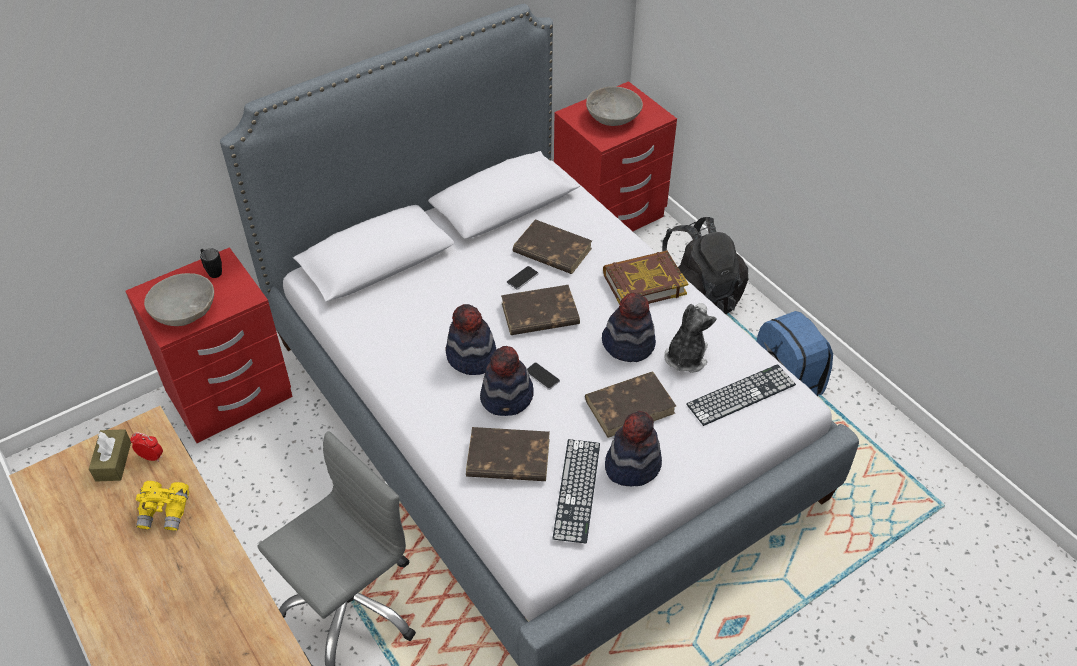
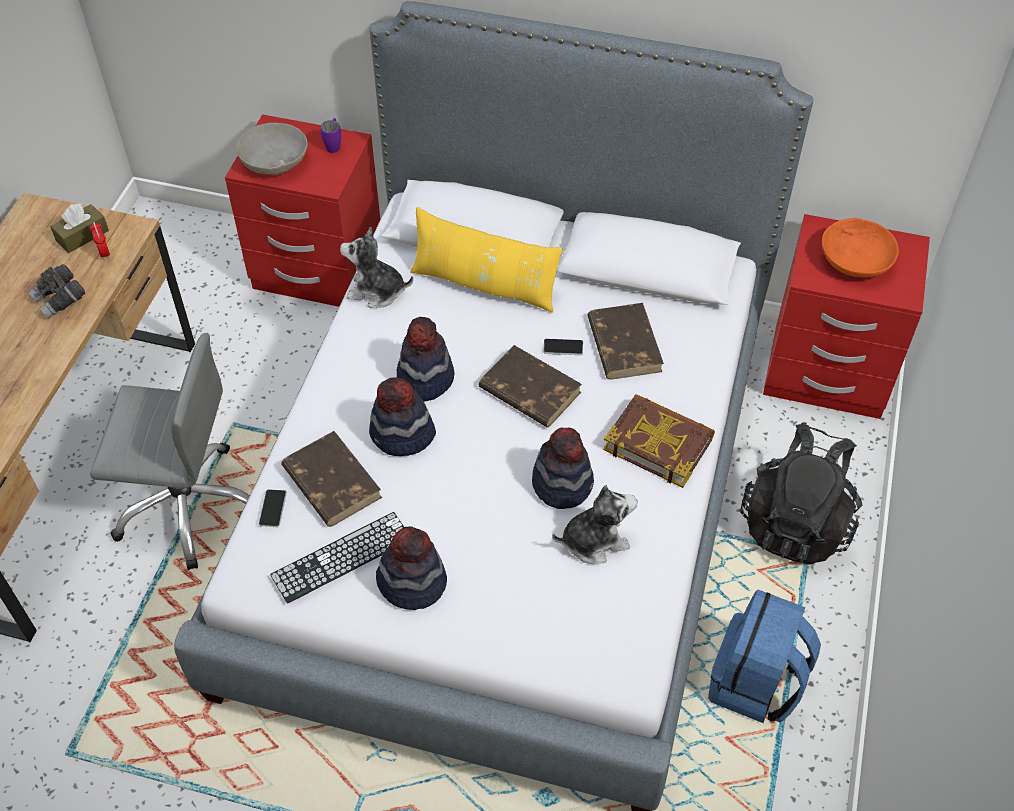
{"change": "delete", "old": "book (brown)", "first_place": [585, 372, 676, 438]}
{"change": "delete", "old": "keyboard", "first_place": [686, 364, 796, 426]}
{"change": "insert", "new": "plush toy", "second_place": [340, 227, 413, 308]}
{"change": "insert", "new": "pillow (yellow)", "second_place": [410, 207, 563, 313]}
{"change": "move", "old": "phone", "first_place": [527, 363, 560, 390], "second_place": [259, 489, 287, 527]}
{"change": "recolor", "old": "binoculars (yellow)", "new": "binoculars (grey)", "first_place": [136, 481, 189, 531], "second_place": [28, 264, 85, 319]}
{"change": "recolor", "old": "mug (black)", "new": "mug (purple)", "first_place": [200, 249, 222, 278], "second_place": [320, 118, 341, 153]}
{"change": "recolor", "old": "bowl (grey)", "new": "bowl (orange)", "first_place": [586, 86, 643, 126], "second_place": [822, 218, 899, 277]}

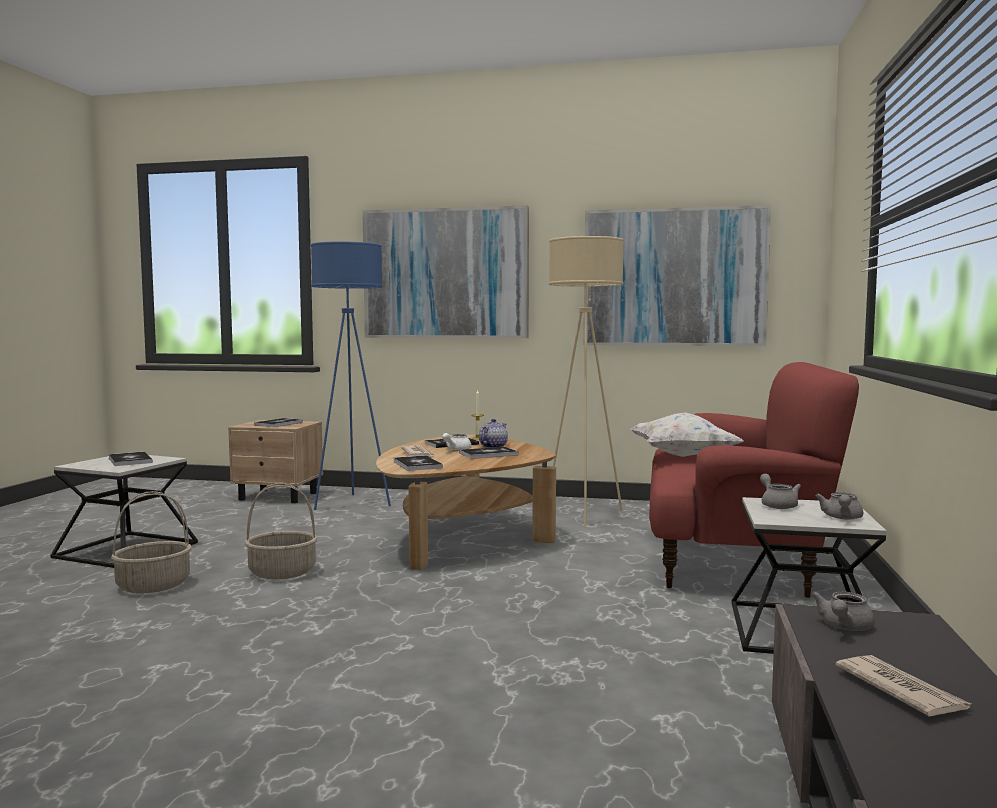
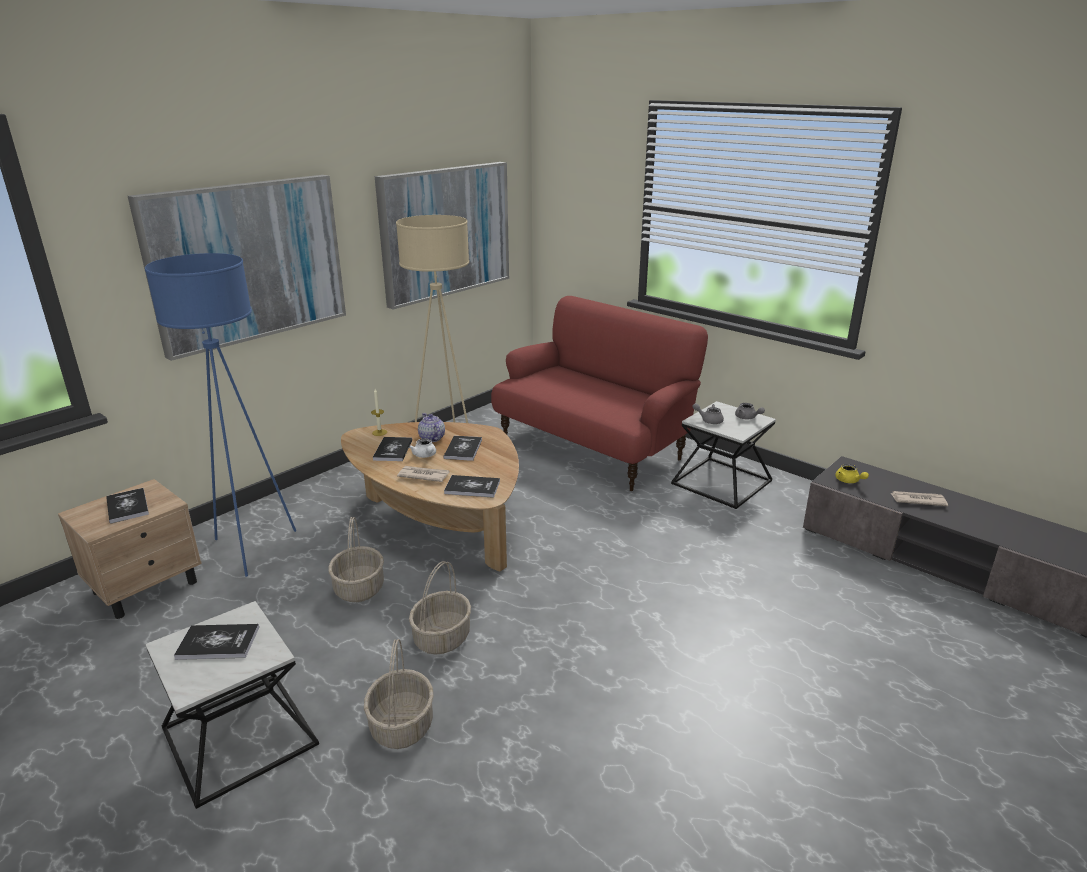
{"change": "delete", "old": "pillow (white)", "first_place": [630, 412, 744, 457]}
{"change": "insert", "new": "basket", "second_place": [328, 517, 384, 602]}
{"change": "recolor", "old": "teapot (grey)", "new": "teapot (yellow)", "first_place": [811, 592, 875, 631], "second_place": [835, 464, 869, 483]}

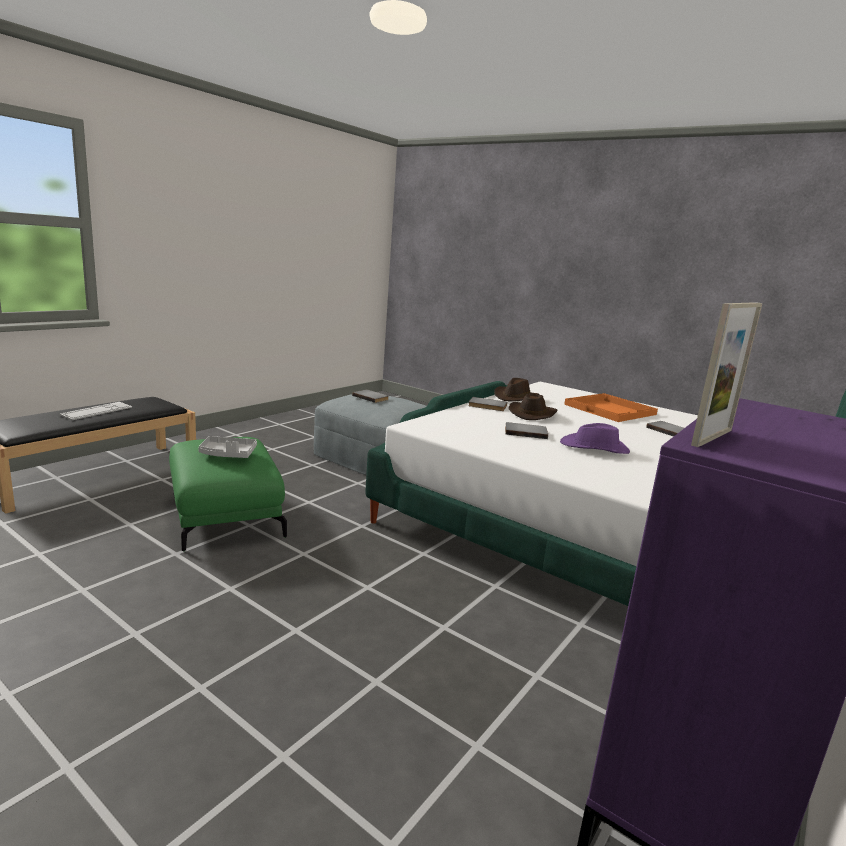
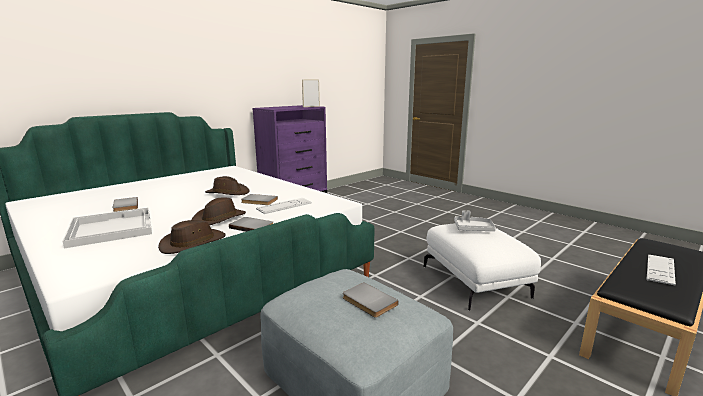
{"change": "insert", "new": "keyboard", "second_place": [256, 198, 312, 214]}
{"change": "recolor", "old": "ottoman (green)", "new": "ottoman (white)", "first_place": [169, 437, 287, 552], "second_place": [424, 223, 541, 311]}
{"change": "recolor", "old": "hat (purple)", "new": "hat (brown)", "first_place": [560, 423, 630, 454], "second_place": [205, 176, 250, 195]}
{"change": "recolor", "old": "tray (orange)", "new": "tray (white)", "first_place": [564, 393, 658, 422], "second_place": [62, 208, 152, 248]}

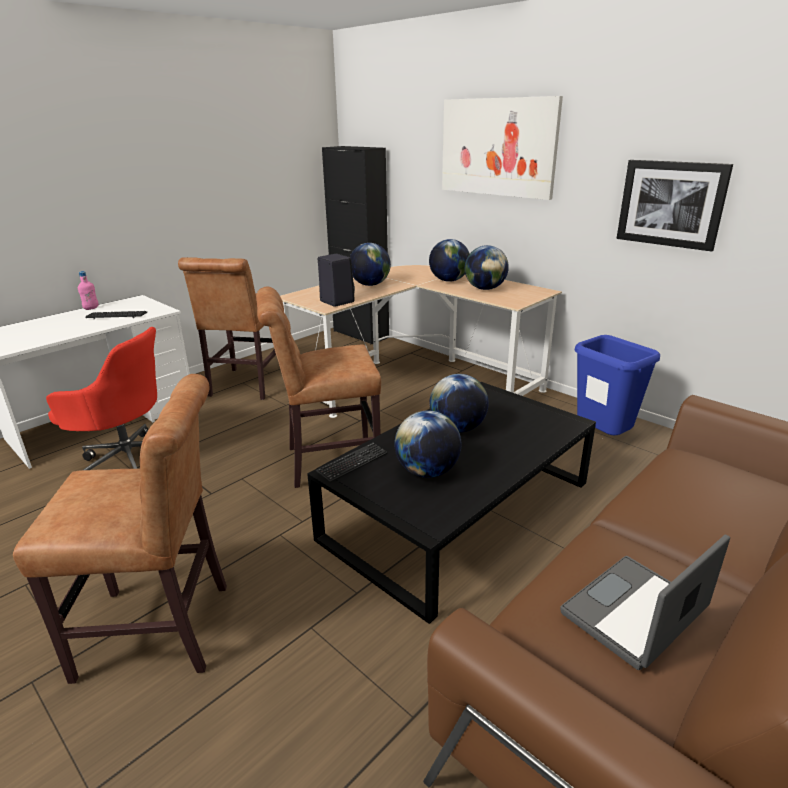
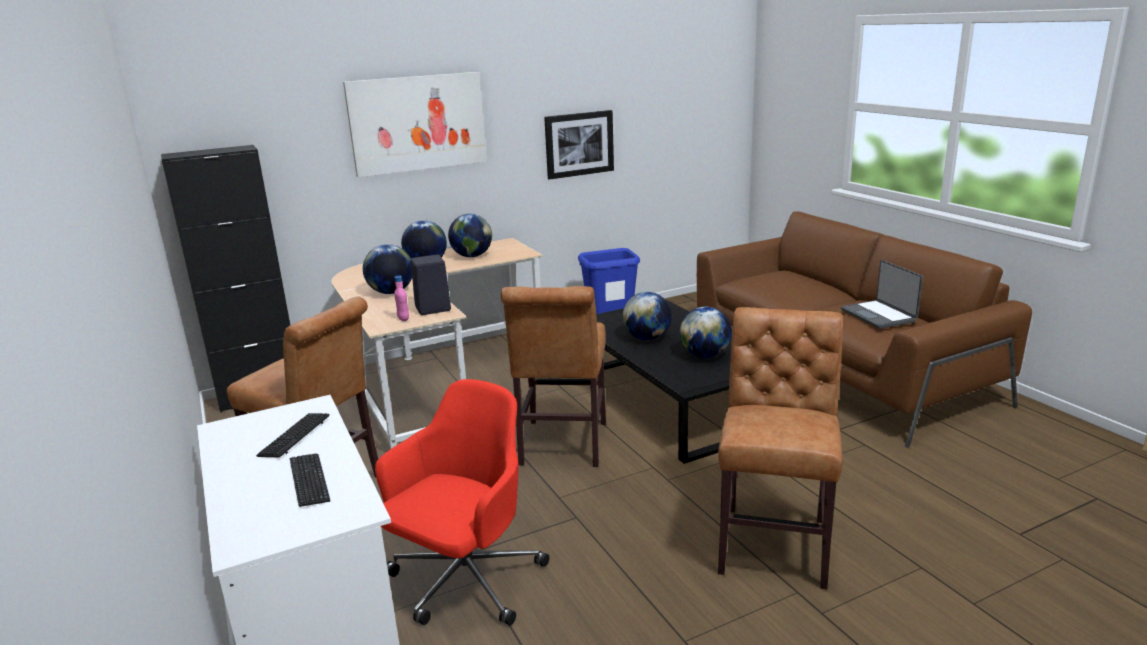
{"change": "move", "old": "bottle (pink)", "first_place": [78, 271, 99, 310], "second_place": [394, 275, 409, 321]}
{"change": "move", "old": "keyboard", "first_place": [316, 443, 388, 483], "second_place": [290, 453, 330, 507]}

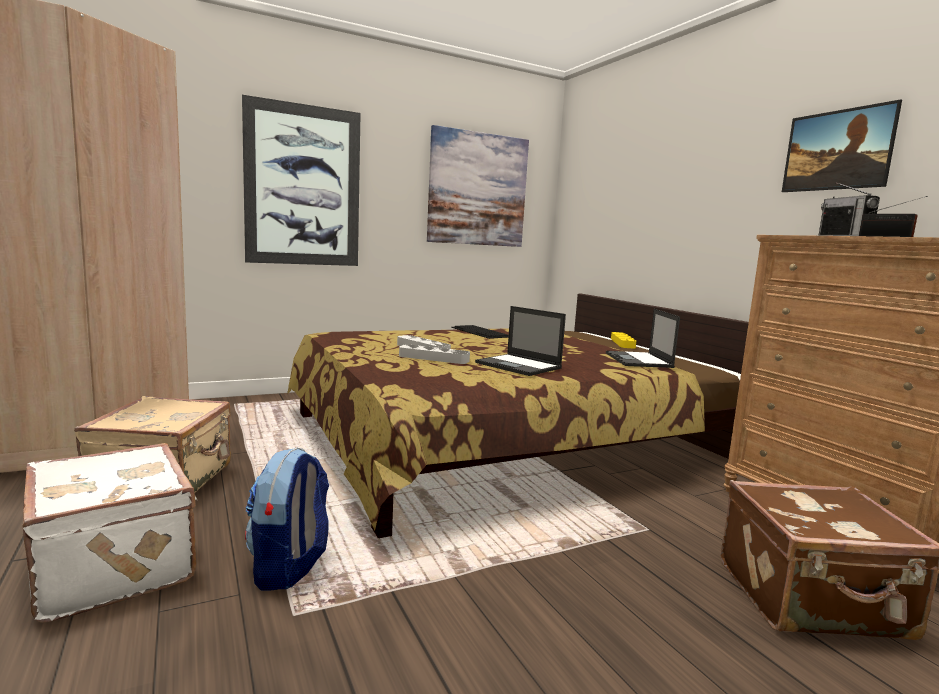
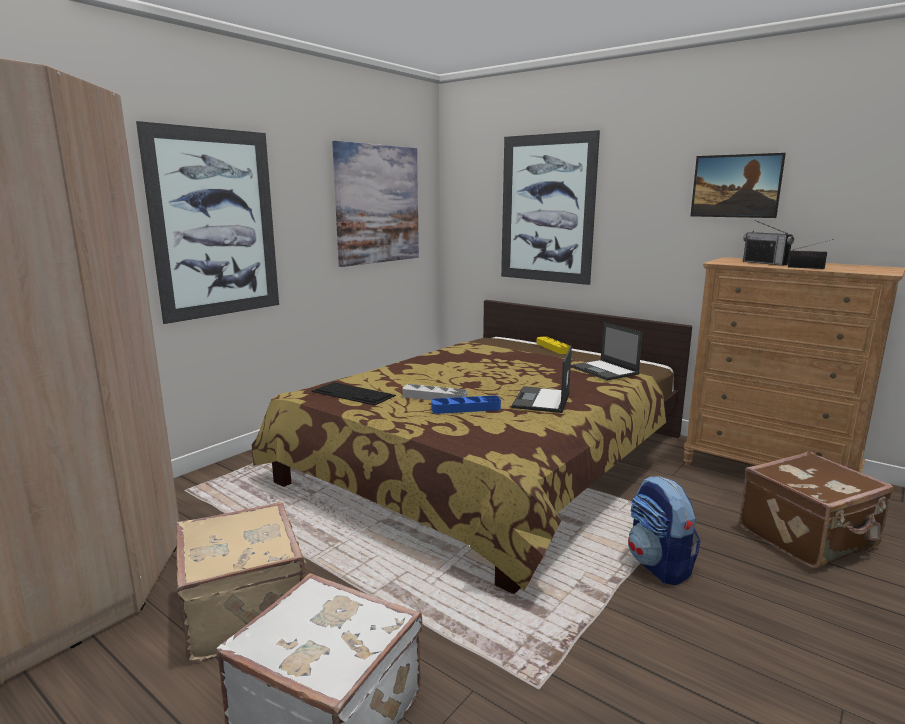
{"change": "insert", "new": "picture", "second_place": [501, 130, 600, 285]}
{"change": "move", "old": "backpack", "first_place": [245, 448, 329, 590], "second_place": [628, 476, 701, 585]}
{"change": "move", "old": "keyboard", "first_place": [451, 325, 509, 339], "second_place": [312, 382, 396, 406]}
{"change": "recolor", "old": "tray (grey)", "new": "tray (blue)", "first_place": [399, 344, 470, 364], "second_place": [431, 396, 501, 414]}
{"change": "rotate", "old": "laptop", "first_place": [475, 306, 566, 376], "second_place": [511, 346, 572, 413], "degrees": 90}

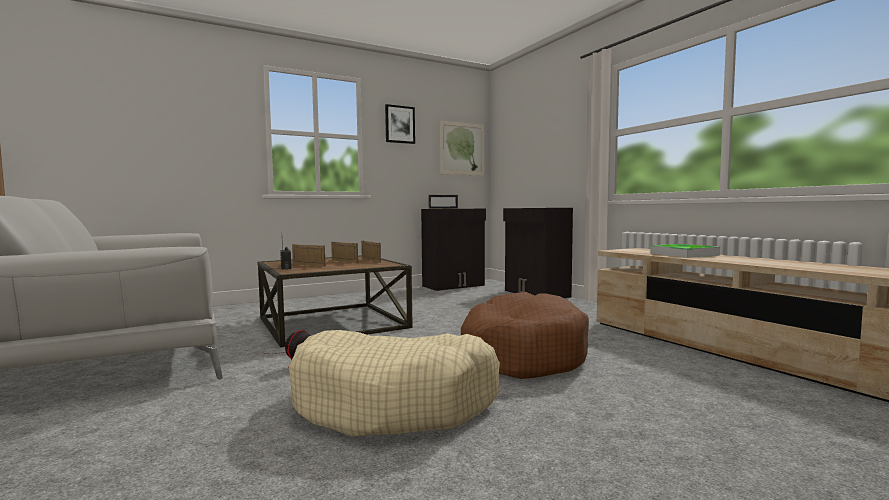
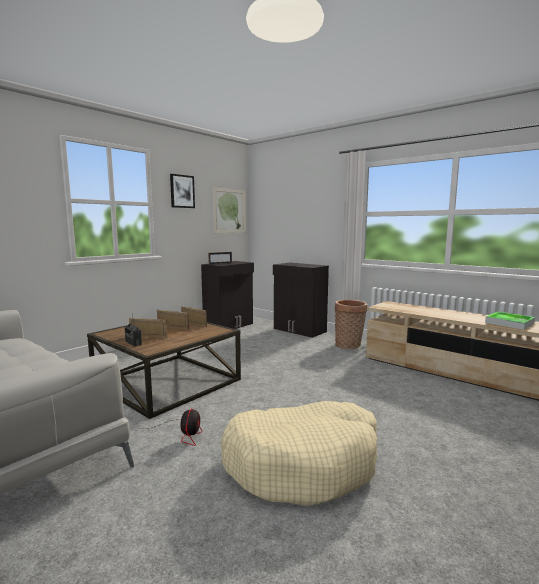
{"change": "delete", "old": "dog bed (brown)", "first_place": [461, 292, 589, 379]}
{"change": "insert", "new": "basket", "second_place": [335, 300, 368, 349]}
{"change": "move", "old": "tray", "first_place": [651, 244, 720, 258], "second_place": [485, 312, 535, 330]}

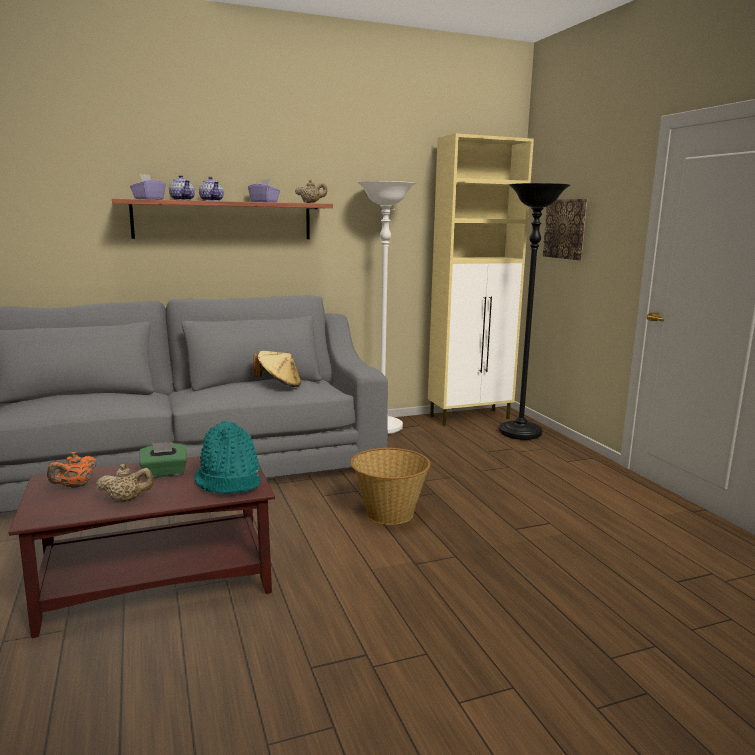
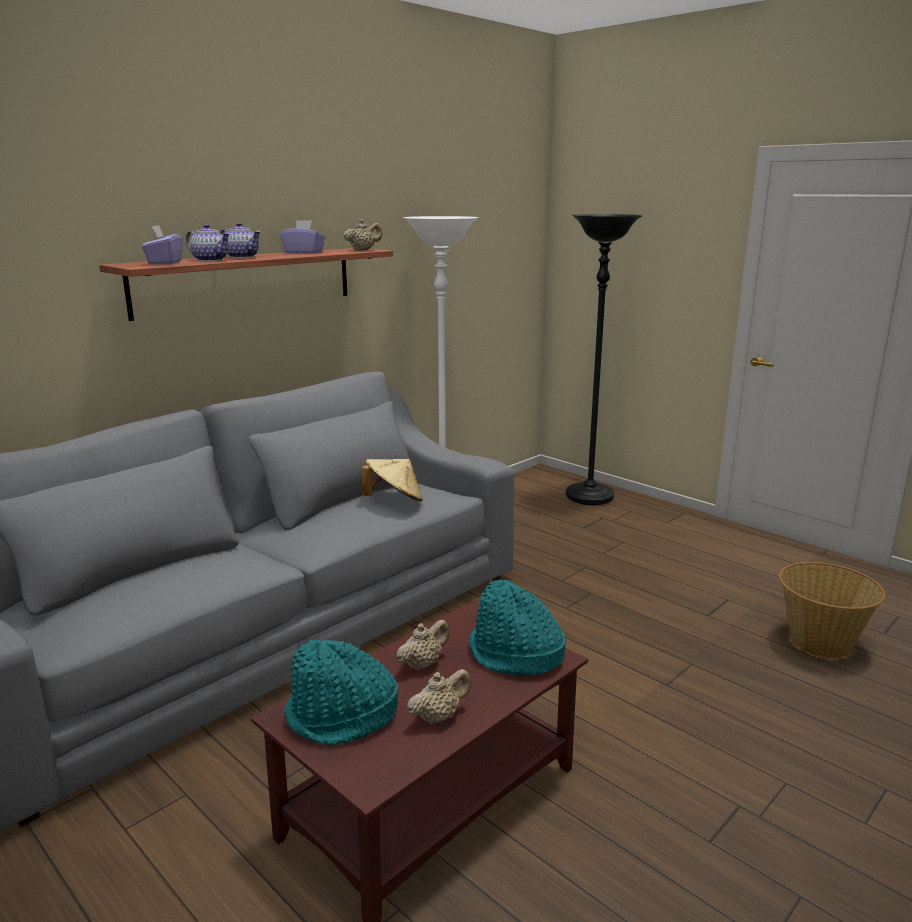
{"change": "delete", "old": "cabinet (beige)", "first_place": [428, 133, 534, 426]}
{"change": "delete", "old": "picture", "first_place": [543, 199, 587, 260]}
{"change": "move", "old": "basket", "first_place": [350, 448, 430, 525], "second_place": [779, 562, 885, 659]}
{"change": "replace", "old": "teapot (orange)", "new": "hat (turquoise)", "first_place": [47, 452, 97, 488], "second_place": [284, 639, 398, 745]}
{"change": "replace", "old": "tissue box (green)", "new": "teapot (beige)", "first_place": [140, 442, 187, 478], "second_place": [396, 620, 450, 671]}

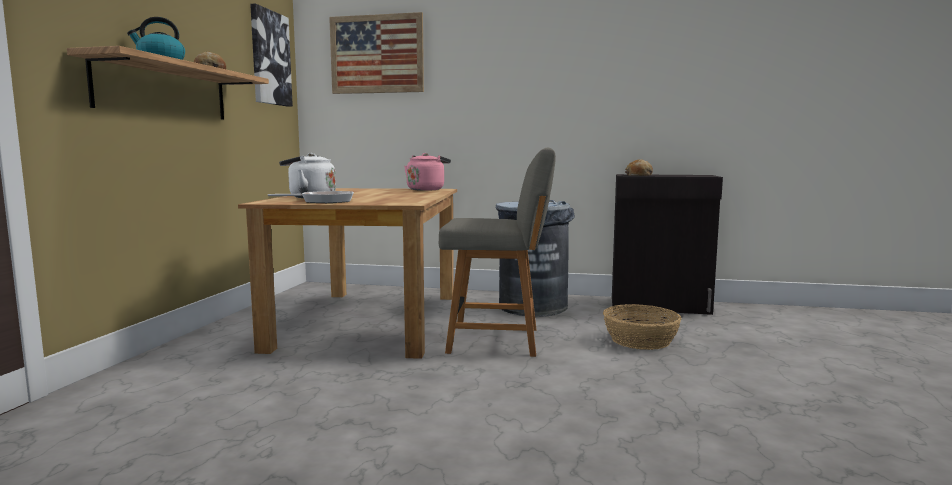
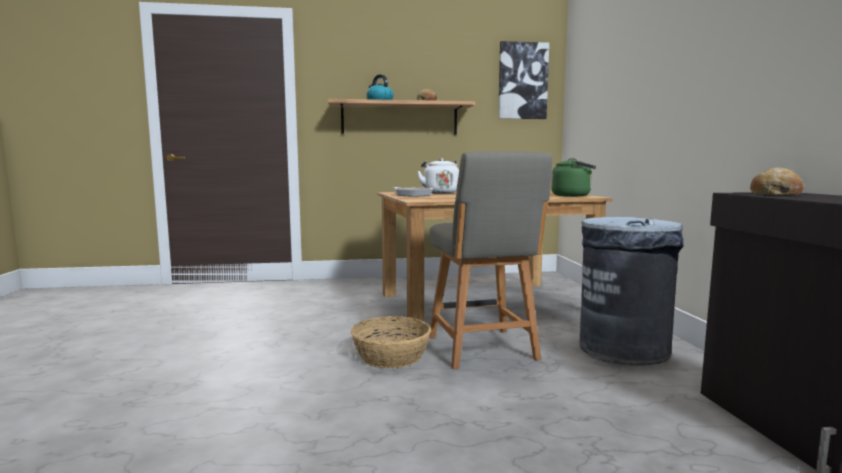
{"change": "delete", "old": "picture", "first_place": [329, 12, 424, 94]}
{"change": "move", "old": "basket", "first_place": [603, 304, 682, 350], "second_place": [351, 316, 431, 368]}
{"change": "recolor", "old": "kettle (pink)", "new": "kettle (green)", "first_place": [404, 153, 451, 191], "second_place": [551, 158, 596, 197]}

